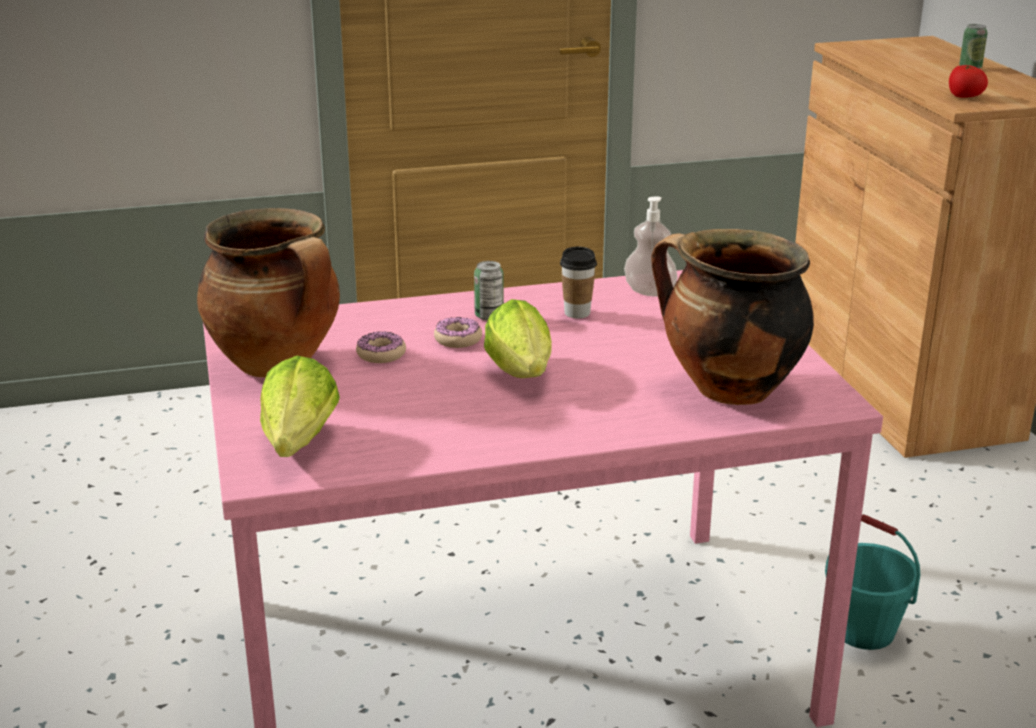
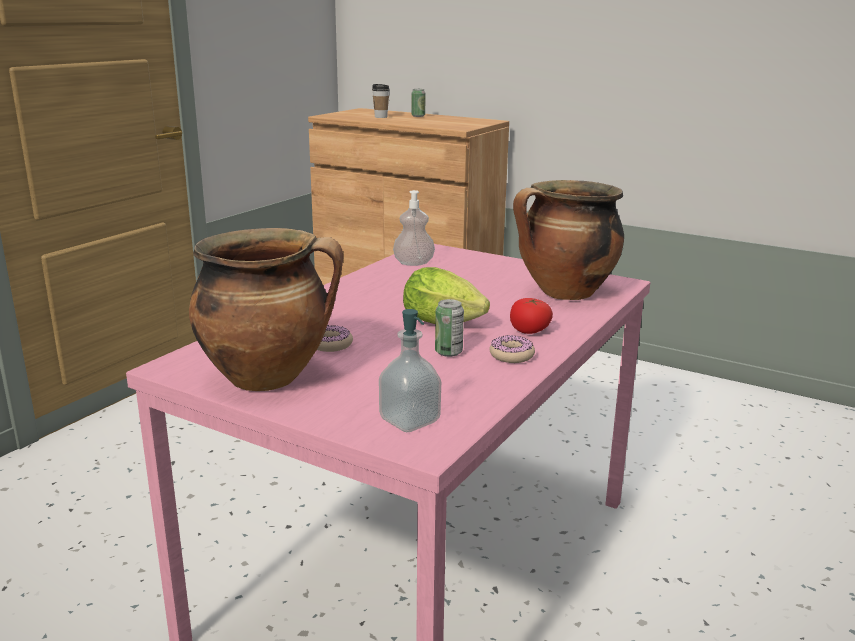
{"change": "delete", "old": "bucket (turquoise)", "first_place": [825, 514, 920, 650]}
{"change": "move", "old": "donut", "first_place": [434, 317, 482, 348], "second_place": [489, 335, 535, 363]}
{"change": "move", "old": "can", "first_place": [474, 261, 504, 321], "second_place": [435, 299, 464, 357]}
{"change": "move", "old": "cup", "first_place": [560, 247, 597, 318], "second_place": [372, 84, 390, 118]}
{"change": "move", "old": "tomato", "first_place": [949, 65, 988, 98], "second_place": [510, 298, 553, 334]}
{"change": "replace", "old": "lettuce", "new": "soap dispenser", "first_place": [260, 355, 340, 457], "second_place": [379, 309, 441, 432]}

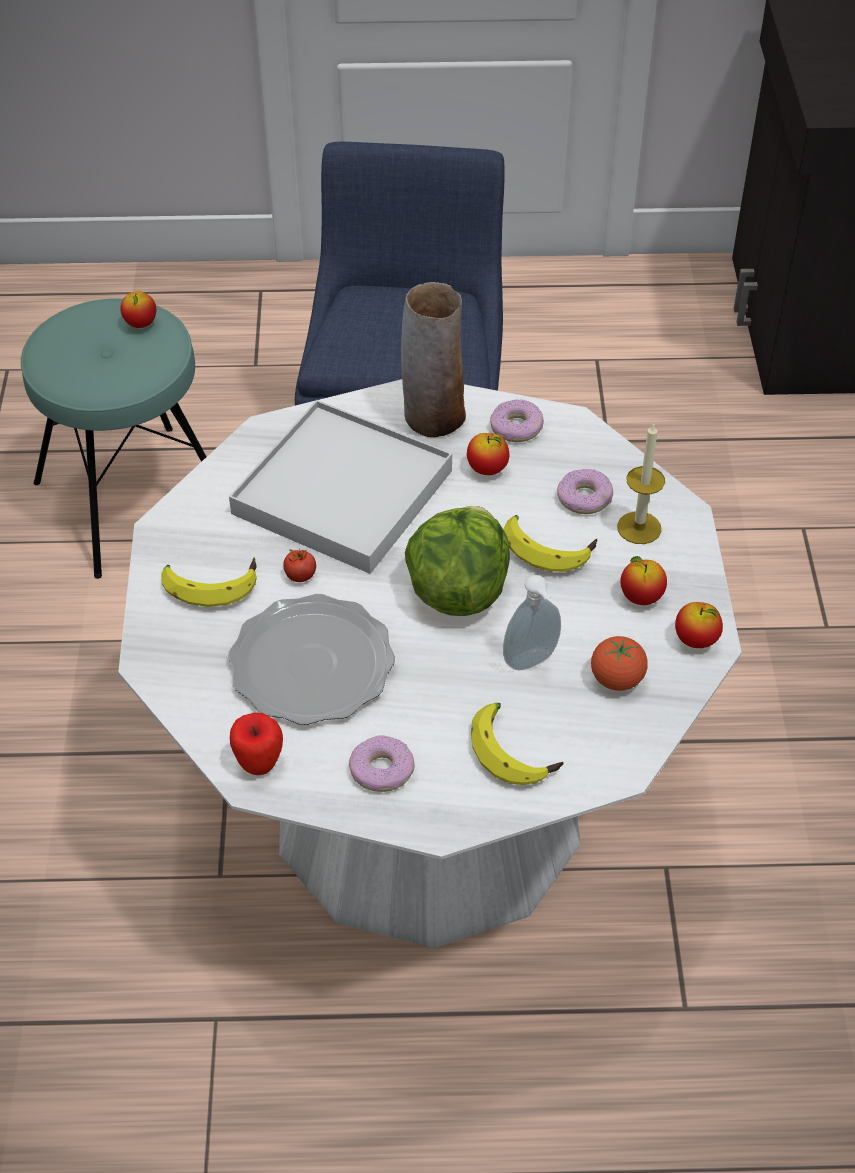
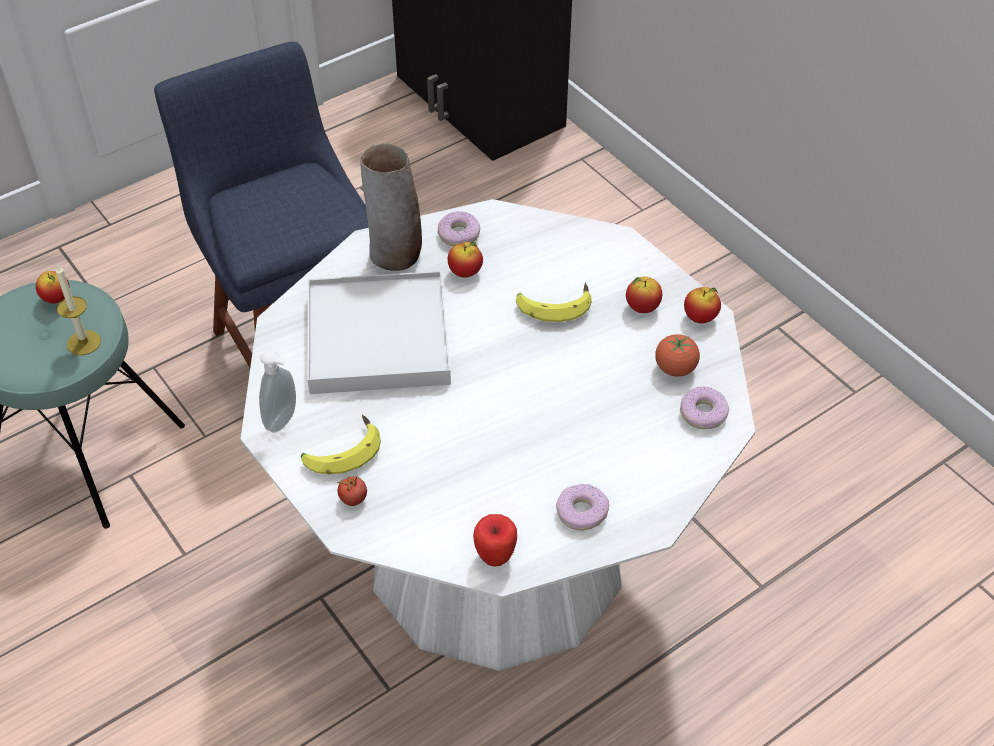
{"change": "delete", "old": "plate", "first_place": [228, 594, 395, 725]}
{"change": "delete", "old": "lettuce", "first_place": [405, 506, 510, 616]}
{"change": "delete", "old": "banana", "first_place": [471, 703, 564, 785]}
{"change": "move", "old": "tomato", "first_place": [283, 549, 316, 582], "second_place": [338, 475, 367, 506]}
{"change": "move", "old": "soap dispenser", "first_place": [503, 575, 561, 670], "second_place": [259, 350, 296, 432]}
{"change": "move", "old": "donut", "first_place": [557, 469, 613, 514], "second_place": [680, 386, 729, 429]}
{"change": "move", "old": "candle", "first_place": [617, 422, 665, 544], "second_place": [56, 264, 101, 355]}

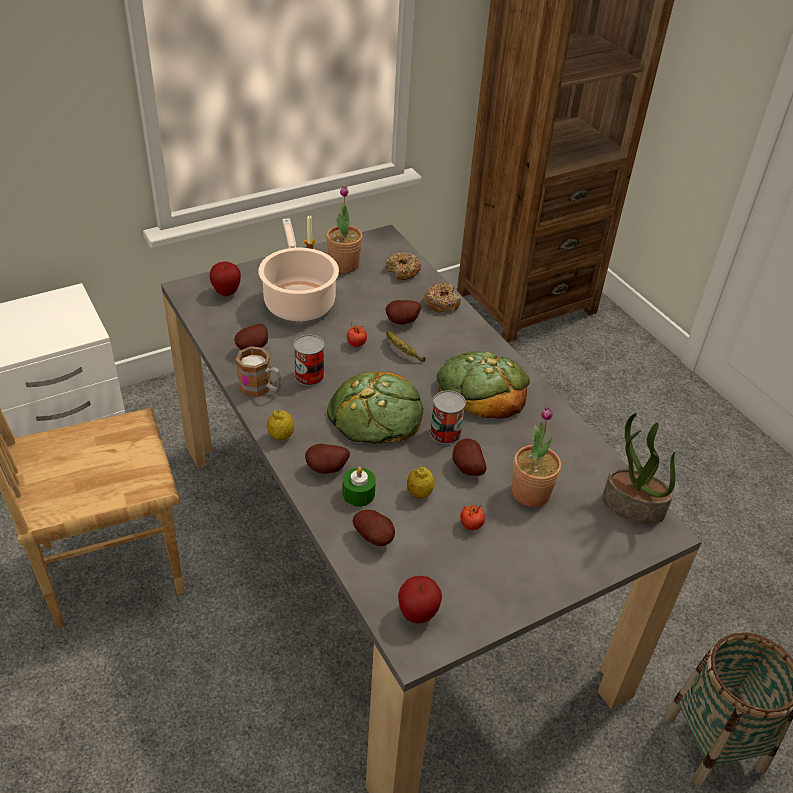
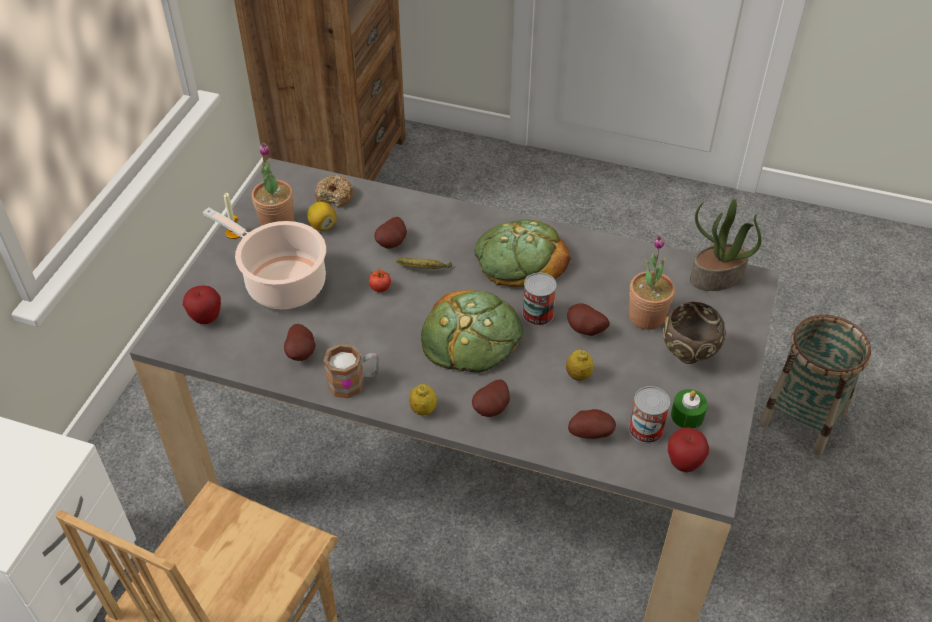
{"change": "delete", "old": "donut", "first_place": [424, 283, 461, 313]}
{"change": "delete", "old": "tomato", "first_place": [460, 505, 485, 530]}
{"change": "insert", "new": "lemon", "second_place": [307, 202, 337, 231]}
{"change": "insert", "new": "bowl (brown)", "second_place": [663, 302, 726, 364]}
{"change": "move", "old": "can", "first_place": [294, 334, 325, 386], "second_place": [629, 386, 670, 444]}
{"change": "move", "old": "candle (green)", "first_place": [342, 467, 376, 507], "second_place": [671, 389, 708, 429]}

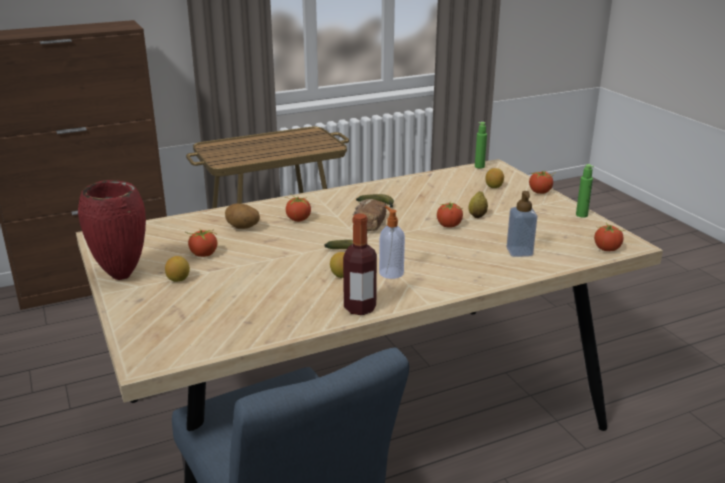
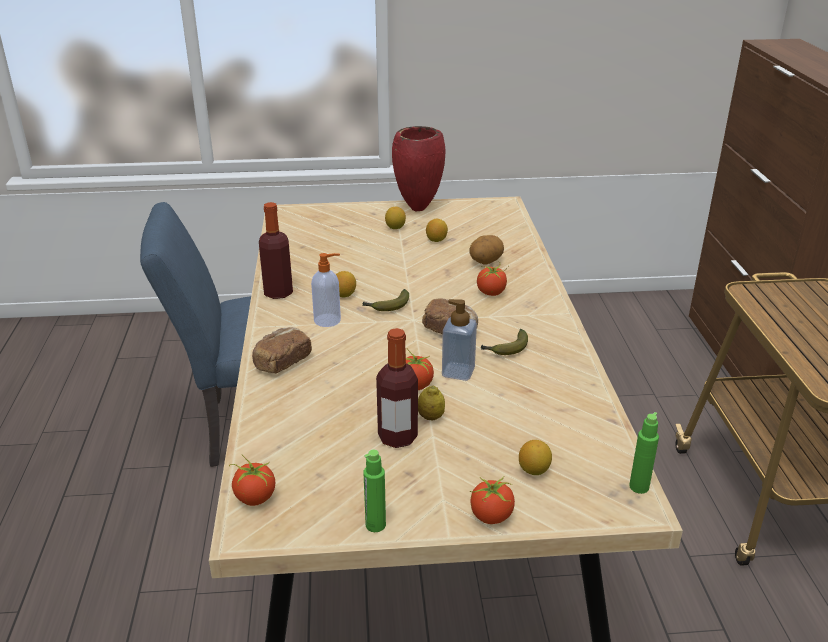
{"change": "insert", "new": "bread", "second_place": [252, 327, 312, 374]}
{"change": "insert", "new": "bottle", "second_place": [376, 328, 418, 448]}
{"change": "move", "old": "soap dispenser", "first_place": [506, 191, 538, 257], "second_place": [442, 299, 477, 381]}
{"change": "replace", "old": "tomato", "new": "lemon", "first_place": [185, 228, 217, 257], "second_place": [426, 219, 448, 242]}

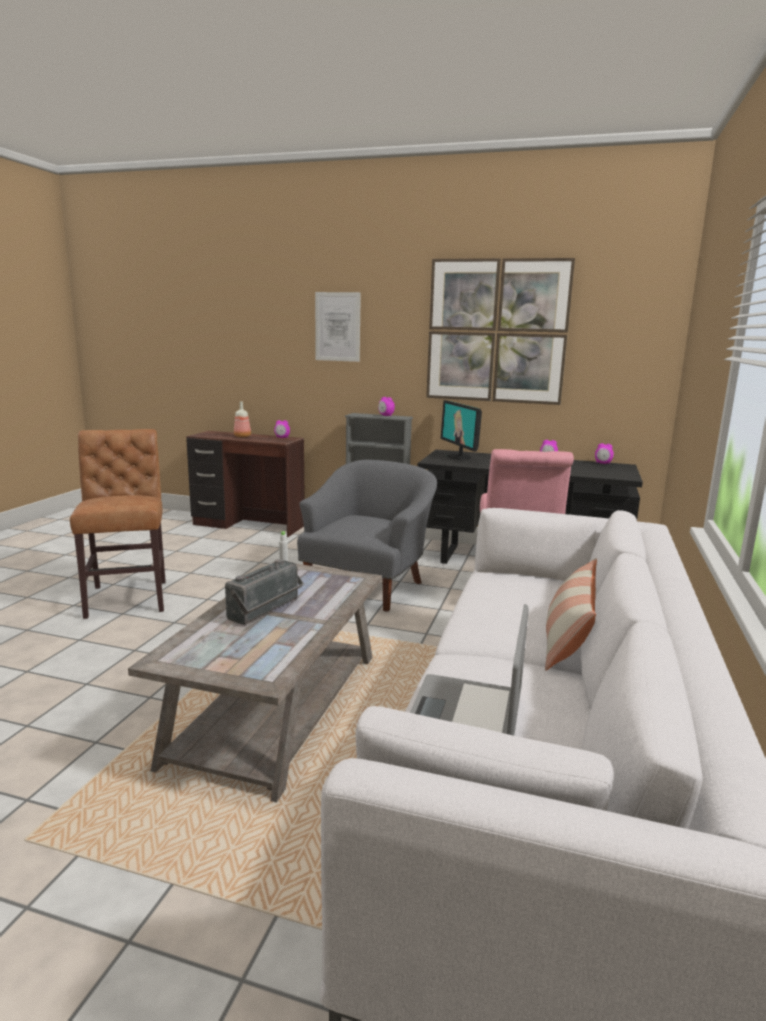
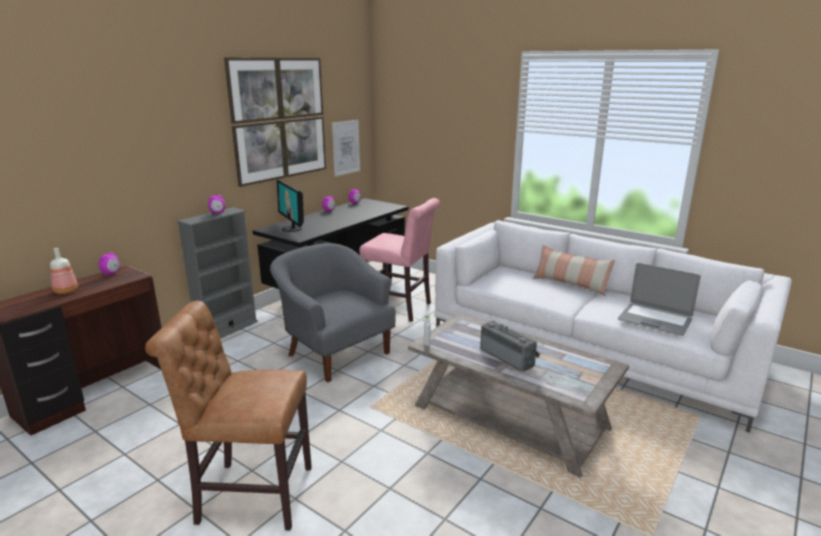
{"change": "move", "old": "picture", "first_place": [315, 292, 361, 362], "second_place": [332, 120, 360, 177]}
{"change": "rotate", "old": "monitor", "first_place": [441, 400, 482, 460], "second_place": [277, 179, 304, 232], "degrees": 60}

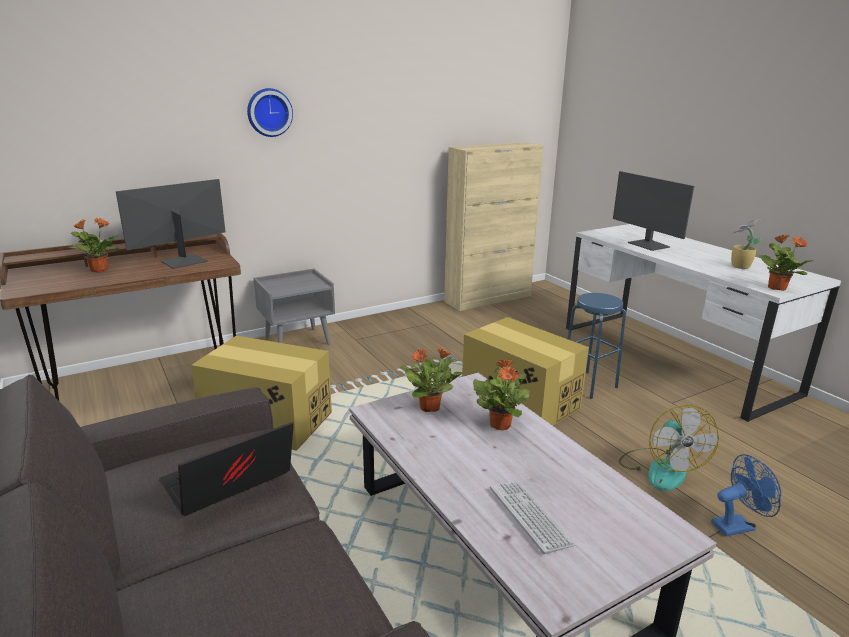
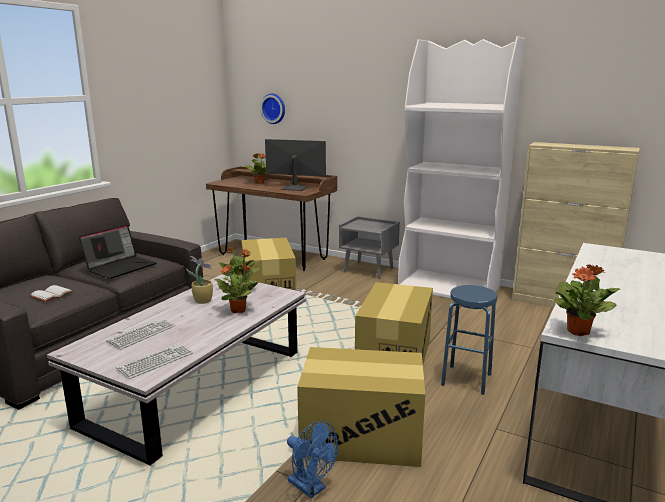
{"change": "delete", "old": "monitor", "first_place": [613, 171, 694, 251]}
{"change": "insert", "new": "book (white)", "second_place": [29, 285, 74, 302]}
{"change": "insert", "new": "keyboard", "second_place": [116, 342, 193, 379]}
{"change": "insert", "new": "bookcase (white)", "second_place": [398, 36, 525, 298]}
{"change": "move", "old": "wall clock", "first_place": [247, 88, 293, 137], "second_place": [260, 94, 285, 124]}
{"change": "move", "old": "potted plant", "first_place": [731, 219, 762, 269], "second_place": [186, 256, 213, 304]}
{"change": "replace", "old": "fan", "new": "cardboard box", "first_place": [619, 405, 719, 491], "second_place": [297, 347, 425, 467]}
{"change": "rotate", "old": "laptop", "first_place": [159, 422, 294, 516], "second_place": [79, 225, 157, 279], "degrees": 105}

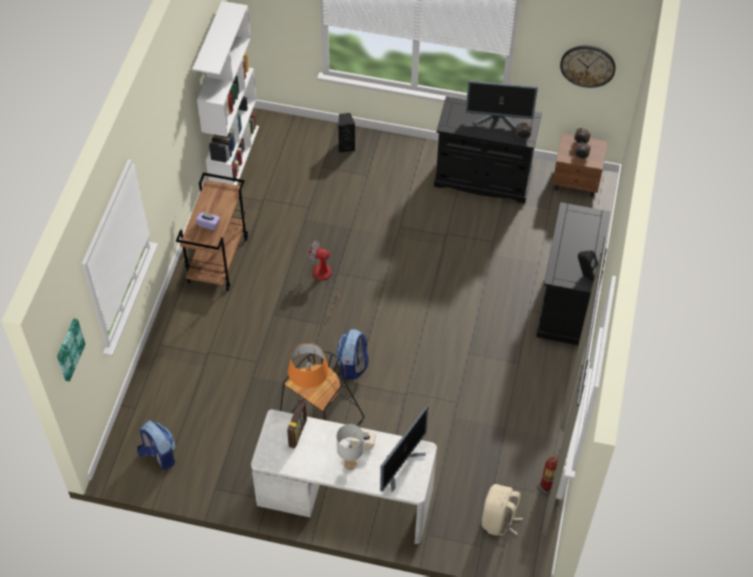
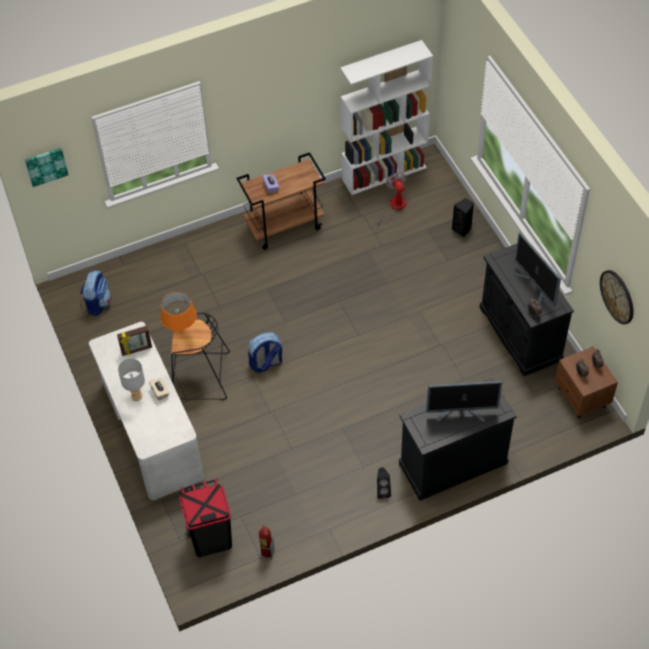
{"change": "move", "old": "fan", "first_place": [308, 240, 339, 304], "second_place": [377, 172, 406, 224]}
{"change": "move", "old": "monitor", "first_place": [380, 405, 428, 492], "second_place": [426, 381, 502, 422]}
{"change": "move", "old": "speaker (black)", "first_place": [578, 250, 598, 282], "second_place": [377, 467, 391, 499]}
{"change": "replace", "old": "backpack (beige)", "new": "trash can (black)", "first_place": [482, 484, 523, 536], "second_place": [179, 479, 232, 557]}

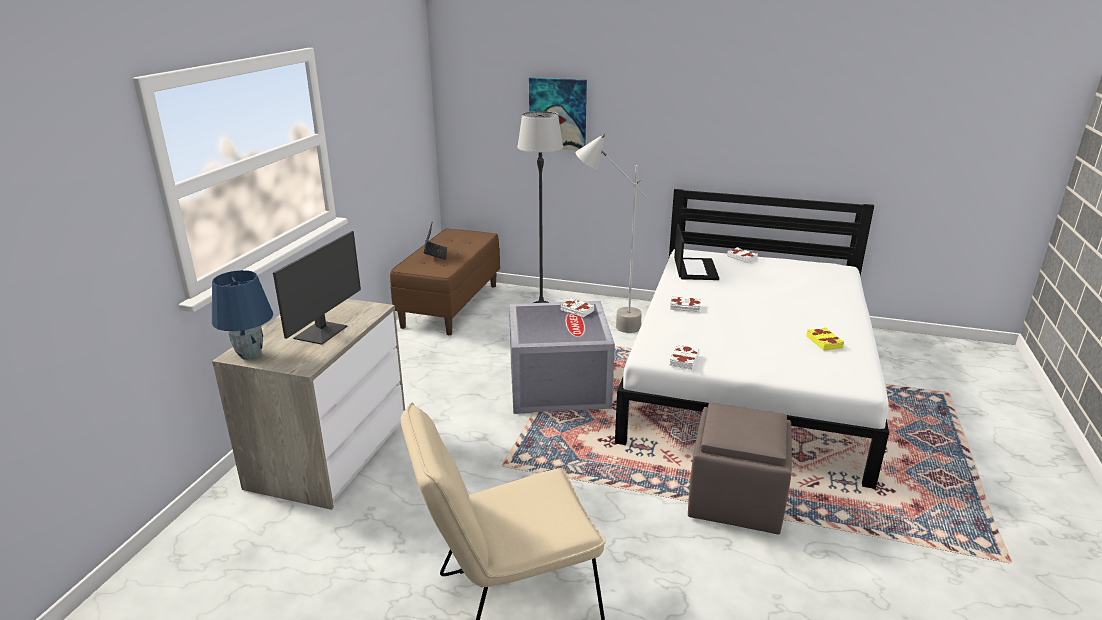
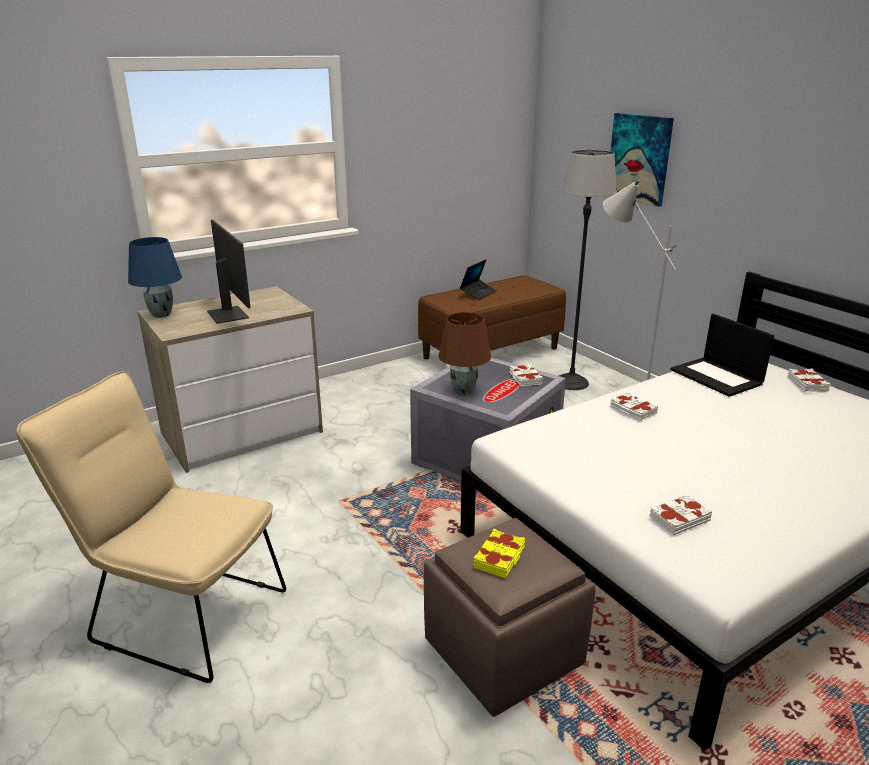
{"change": "insert", "new": "table lamp (brown)", "second_place": [438, 312, 491, 395]}
{"change": "move", "old": "book (white)", "first_place": [669, 344, 700, 370], "second_place": [650, 494, 712, 535]}
{"change": "move", "old": "book (yellow)", "first_place": [806, 327, 844, 351], "second_place": [473, 529, 525, 578]}
{"change": "rotate", "old": "monitor", "first_place": [273, 231, 361, 345], "second_place": [207, 220, 251, 324], "degrees": -90}
{"change": "rotate", "old": "laptop", "first_place": [674, 224, 719, 280], "second_place": [670, 314, 774, 397], "degrees": 105}

